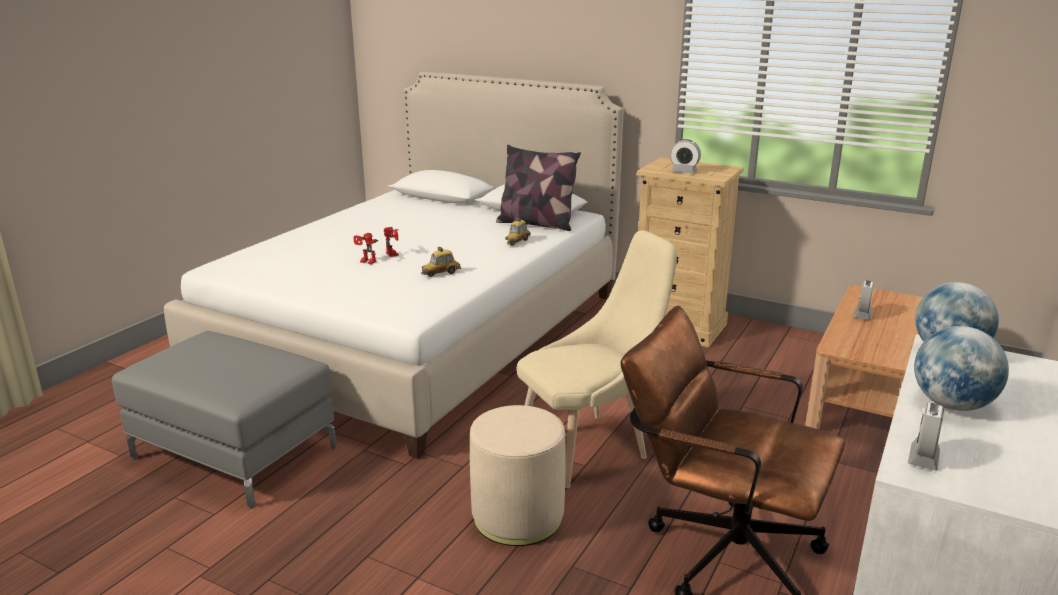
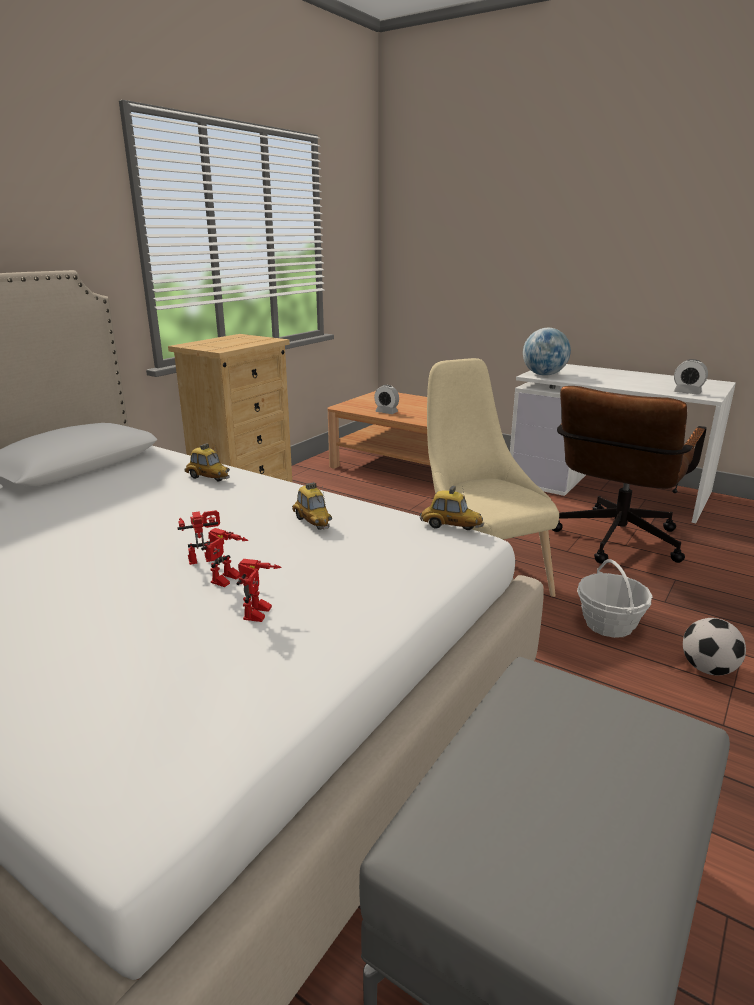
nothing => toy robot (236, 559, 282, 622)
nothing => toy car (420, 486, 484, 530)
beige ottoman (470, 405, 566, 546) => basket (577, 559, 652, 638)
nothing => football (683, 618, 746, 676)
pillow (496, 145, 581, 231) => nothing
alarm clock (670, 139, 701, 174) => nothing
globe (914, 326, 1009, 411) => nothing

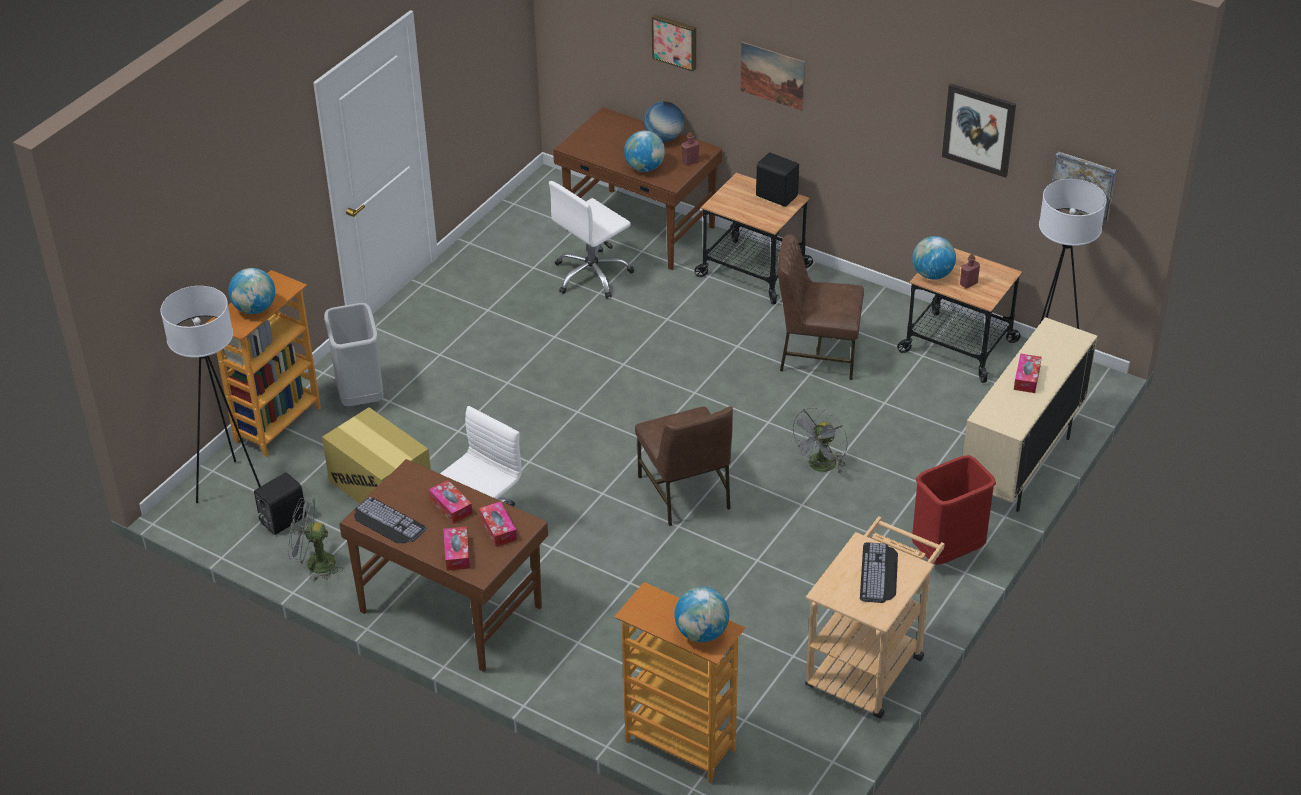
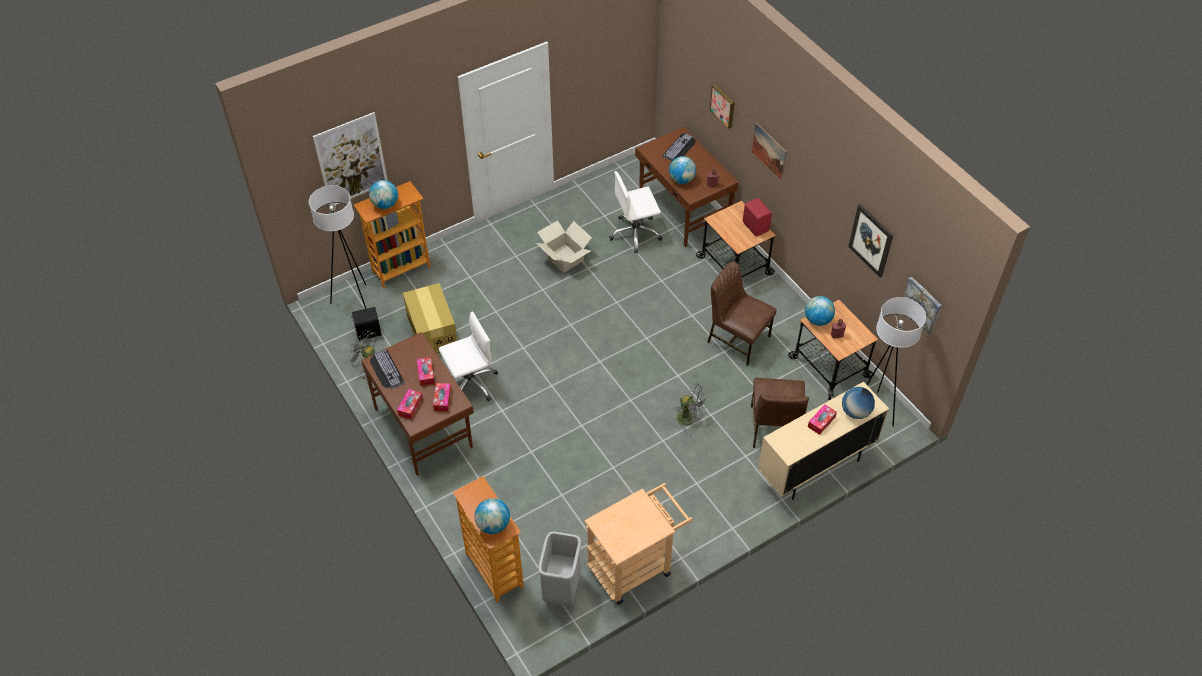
nothing => picture (313, 112, 388, 206)
nothing => cardboard box (536, 220, 592, 273)
grey trash can (324, 303, 384, 406) => grey trash can (538, 531, 581, 606), shifted
keyboard (860, 542, 898, 603) => keyboard (663, 133, 696, 161), shifted
grey fan (788, 407, 848, 473) => grey fan (674, 384, 708, 432), 120 degrees counterclockwise
black speaker (756, 153, 799, 207) => red speaker (743, 198, 772, 237)
brown chair (635, 406, 733, 526) => brown chair (751, 378, 809, 448), shifted
globe (644, 101, 684, 142) => globe (842, 387, 875, 419), shifted
red trash can (912, 455, 996, 565) => nothing

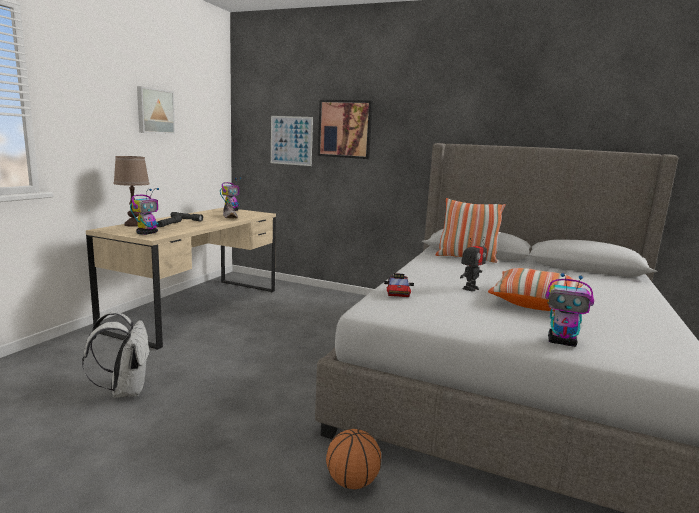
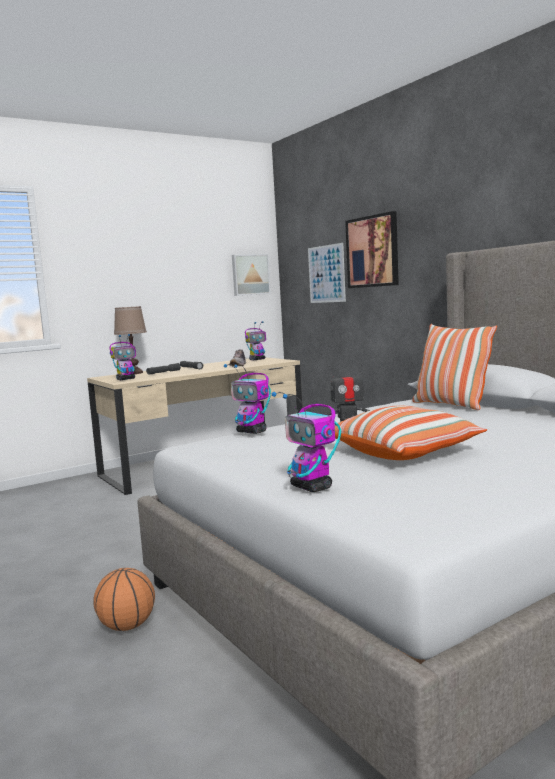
toy car (384, 273, 414, 297) => toy robot (224, 364, 271, 434)
picture (137, 86, 175, 134) => picture (232, 254, 271, 296), shifted
white backpack (82, 312, 151, 398) => nothing

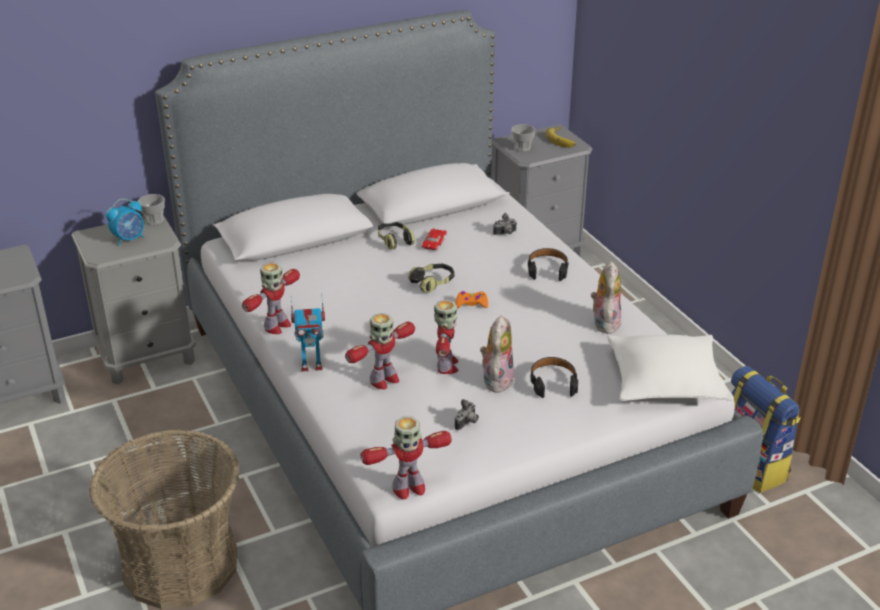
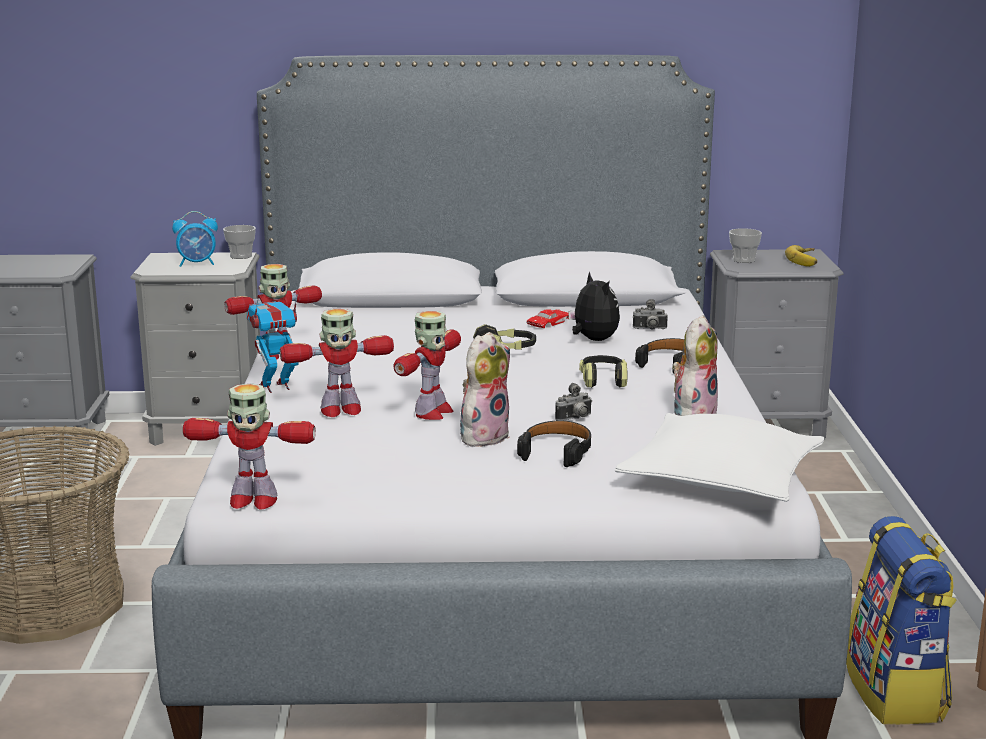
toy robot (291, 296, 325, 372) => toy robot (246, 294, 299, 393), 135 degrees clockwise
photo camera (455, 399, 478, 430) => photo camera (555, 383, 592, 421), shifted
nothing => plush toy (568, 272, 620, 341)
headphones (378, 222, 415, 250) => headphones (579, 355, 628, 388), shifted
orange game controller (456, 291, 488, 308) => nothing

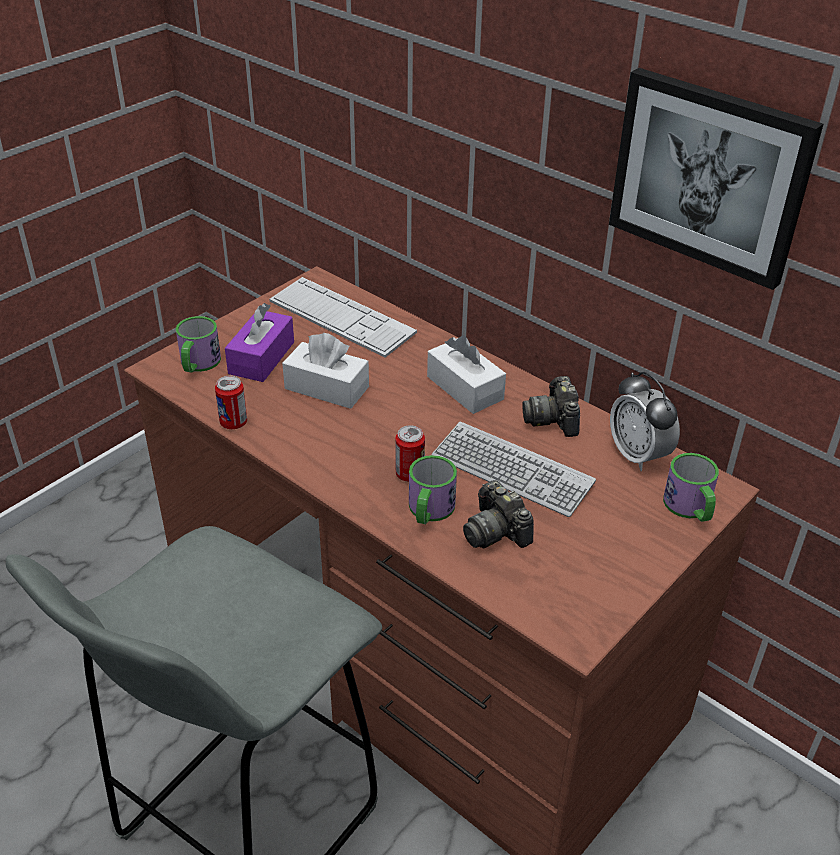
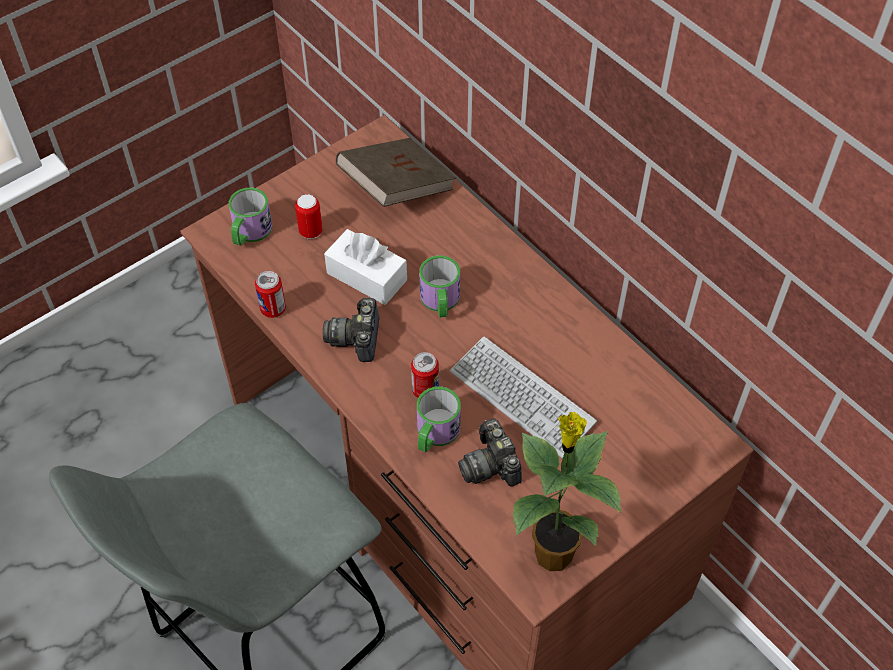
purple tissue box (225, 303, 294, 382) => can (295, 194, 323, 239)
photo camera (522, 376, 580, 437) => photo camera (323, 297, 379, 362), shifted
keyboard (269, 277, 417, 358) => brown book (336, 138, 457, 207)
mug (663, 453, 719, 522) => mug (419, 255, 460, 317), shifted
nothing => potted plant (513, 412, 622, 571)
white tissue box (427, 335, 506, 414) => nothing
picture (609, 68, 823, 290) => nothing
alarm clock (610, 372, 680, 471) => nothing

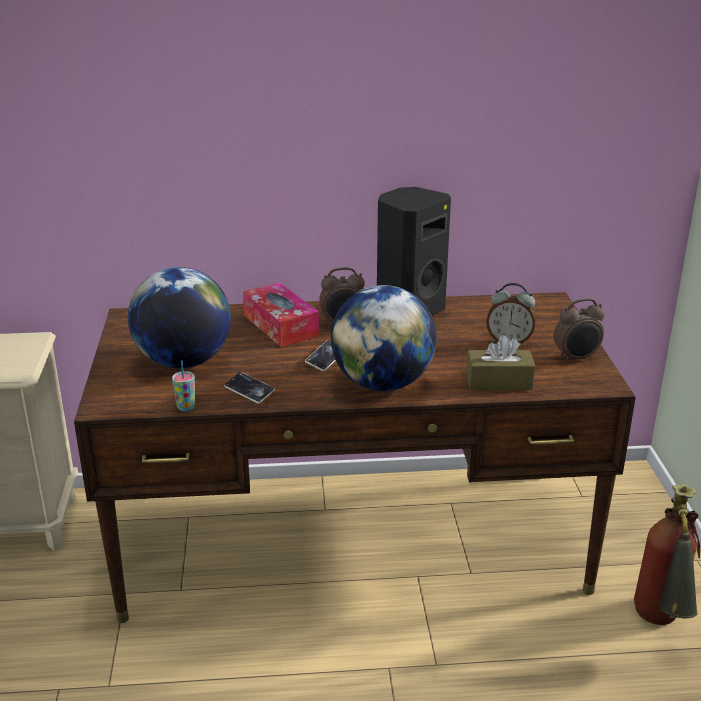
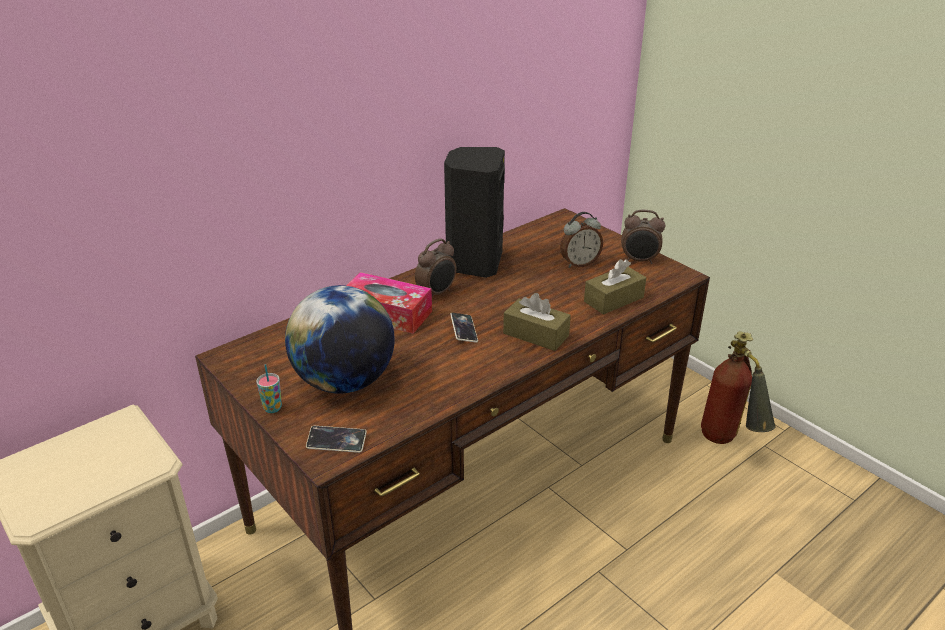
cup (172, 360, 195, 412) => cup (256, 364, 282, 413), shifted
phone (224, 372, 275, 404) => phone (306, 426, 367, 453), shifted
globe (331, 285, 437, 391) => brown tissue box (503, 293, 571, 351)
alarm clock (554, 298, 605, 363) => alarm clock (621, 210, 665, 264), 60 degrees clockwise

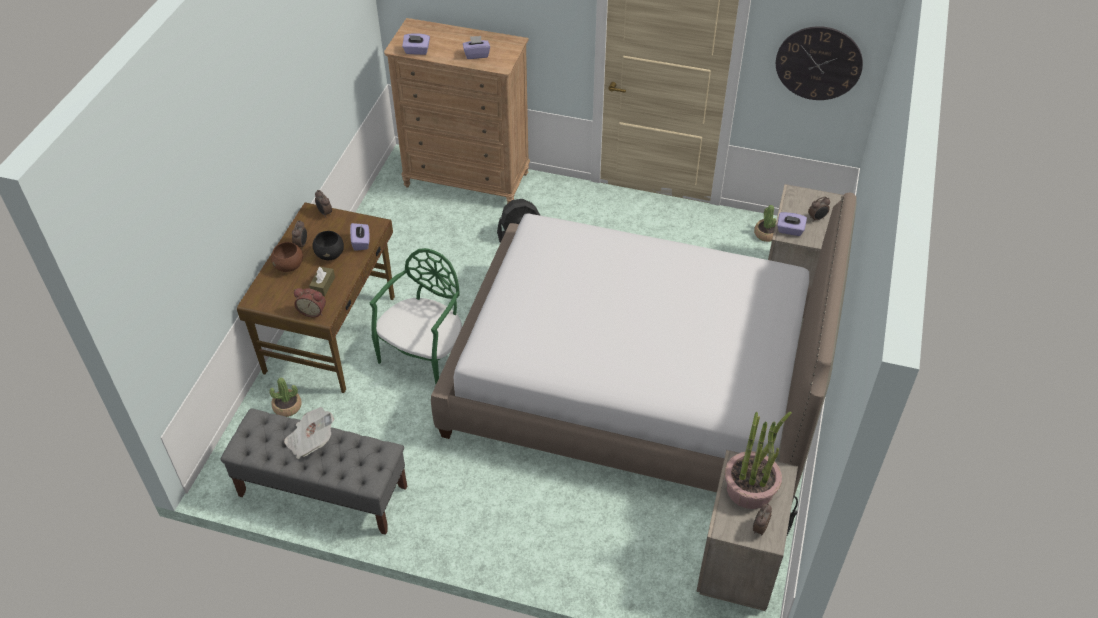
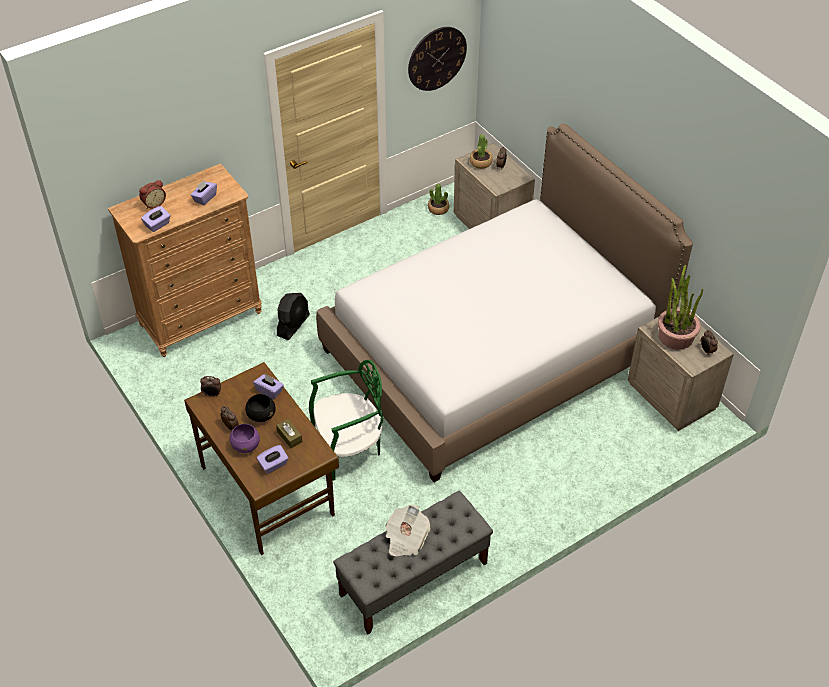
alarm clock (294, 288, 326, 317) => alarm clock (139, 180, 166, 209), shifted
brown bowl (271, 242, 303, 272) => purple bowl (229, 424, 260, 453)
purple tissue box (777, 212, 807, 236) => purple tissue box (256, 445, 289, 474), shifted
green chair (370, 248, 462, 384) => green chair (309, 360, 383, 481), 90 degrees clockwise
potted plant (270, 378, 302, 417) => potted plant (470, 134, 492, 169), shifted

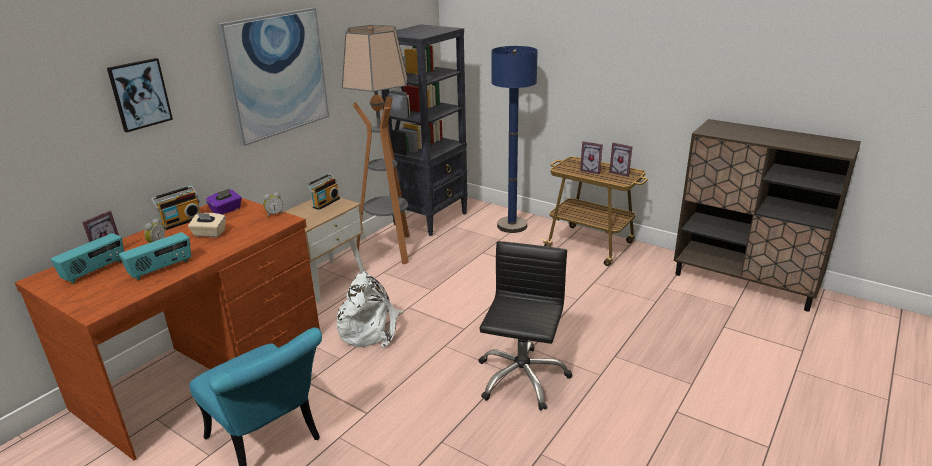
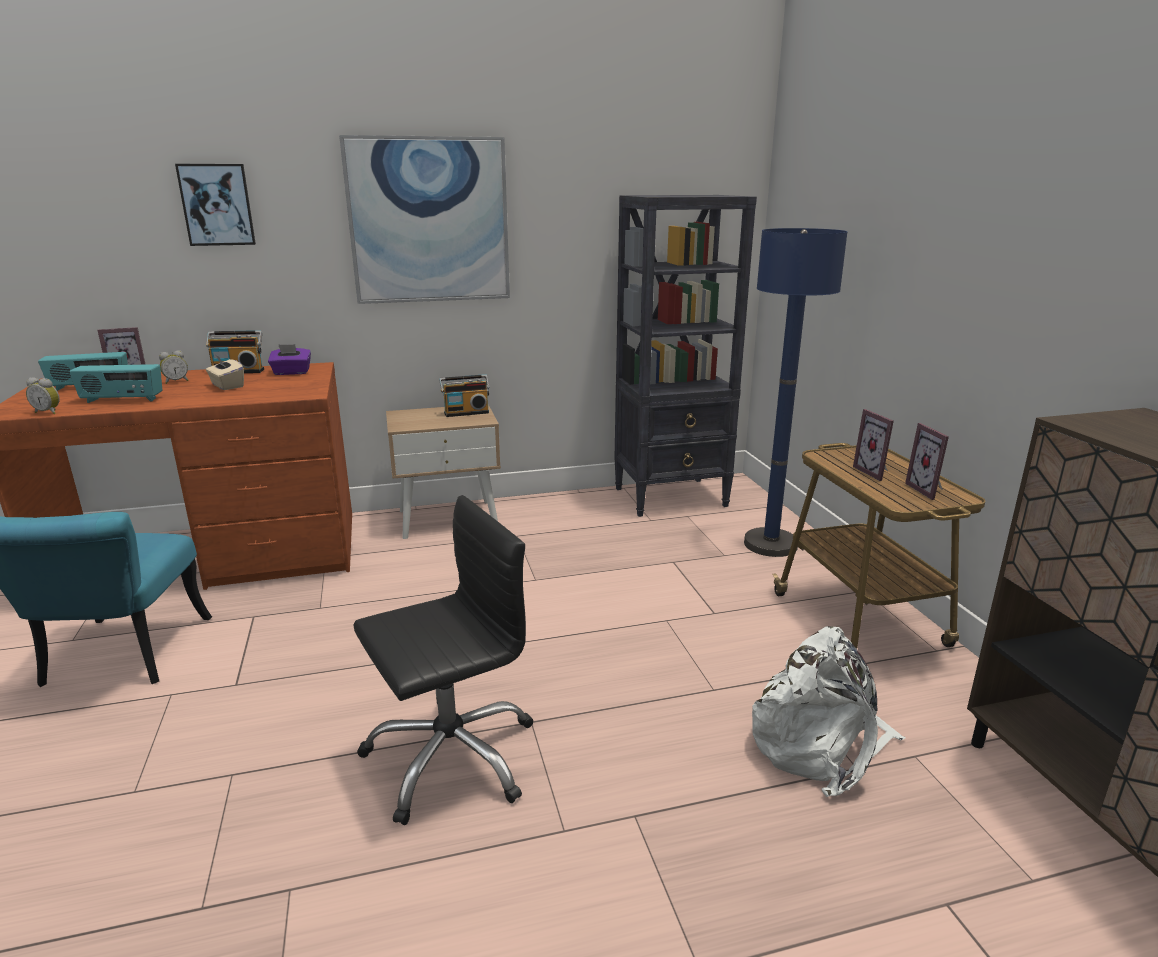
alarm clock (263, 192, 283, 217) => alarm clock (26, 378, 60, 414), shifted
white backpack (336, 271, 404, 348) => white backpack (752, 626, 905, 797), shifted
floor lamp (342, 25, 410, 265) => nothing

